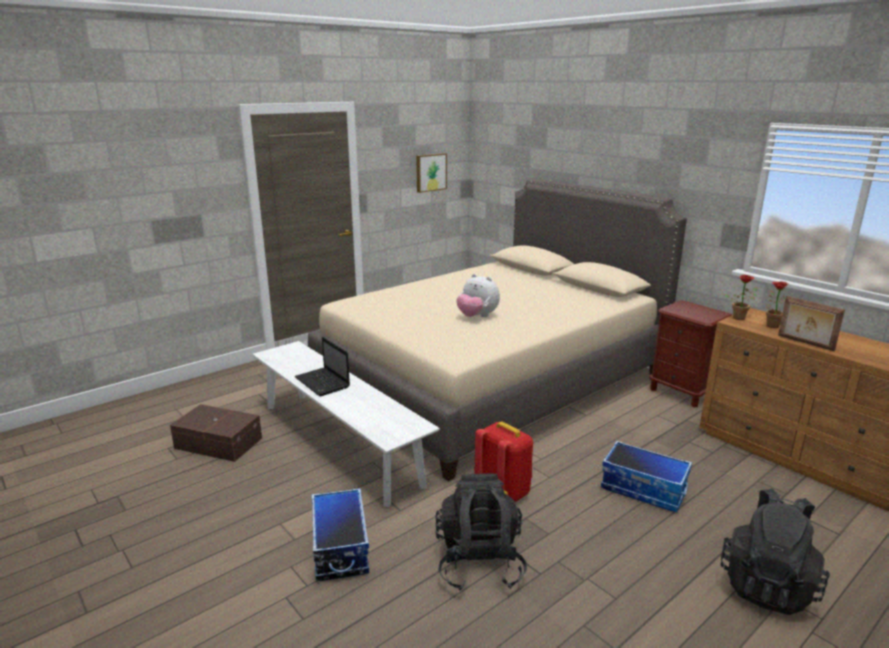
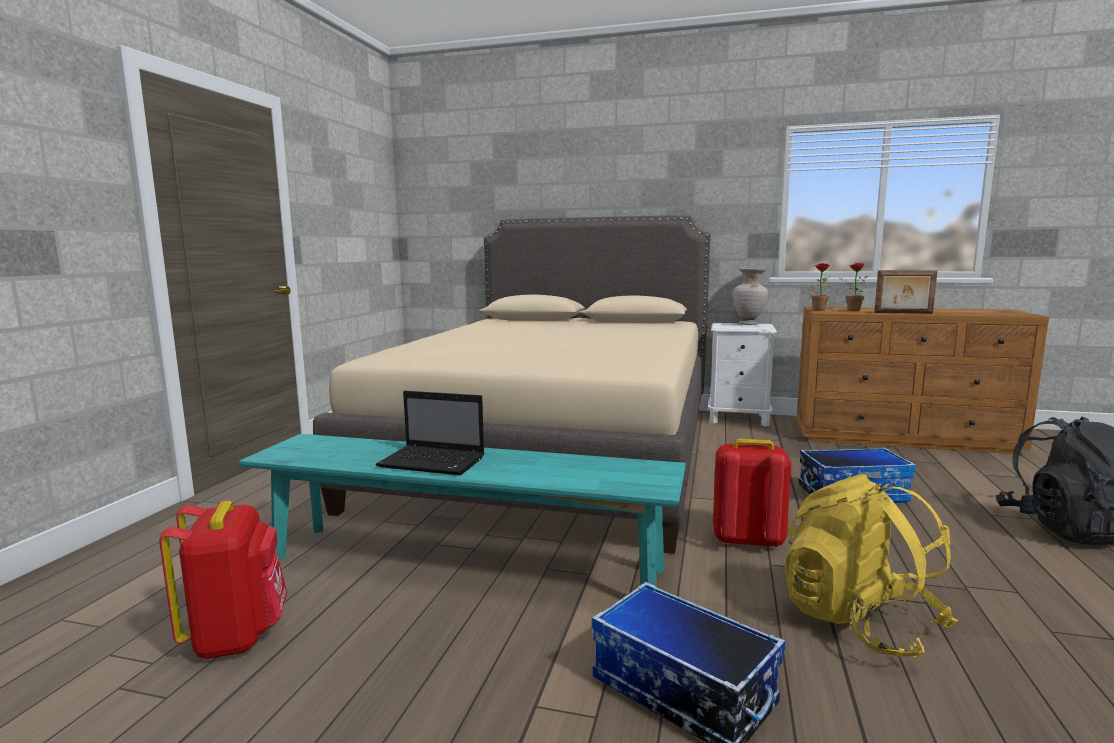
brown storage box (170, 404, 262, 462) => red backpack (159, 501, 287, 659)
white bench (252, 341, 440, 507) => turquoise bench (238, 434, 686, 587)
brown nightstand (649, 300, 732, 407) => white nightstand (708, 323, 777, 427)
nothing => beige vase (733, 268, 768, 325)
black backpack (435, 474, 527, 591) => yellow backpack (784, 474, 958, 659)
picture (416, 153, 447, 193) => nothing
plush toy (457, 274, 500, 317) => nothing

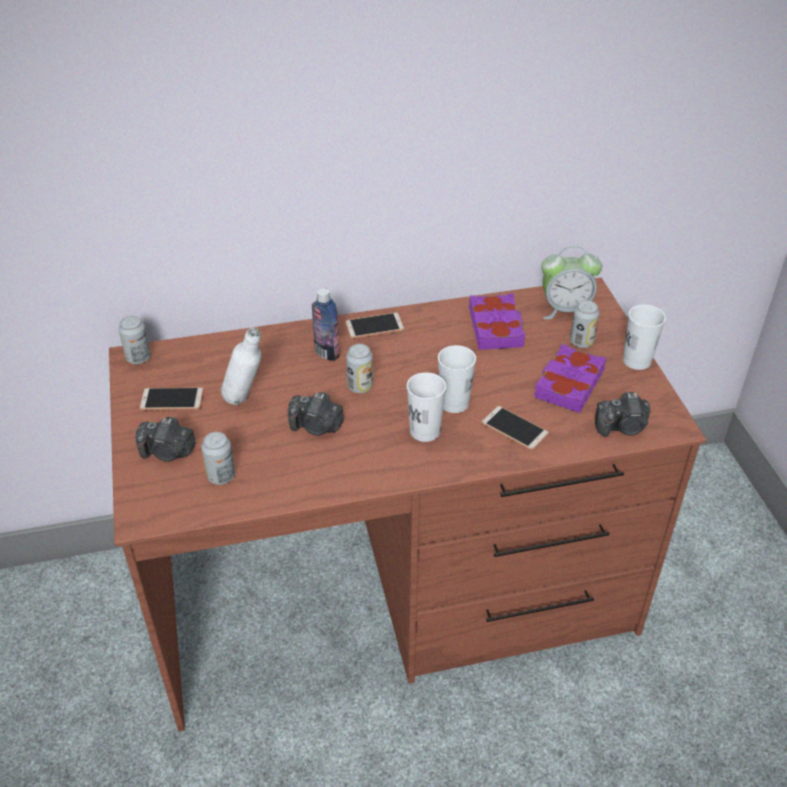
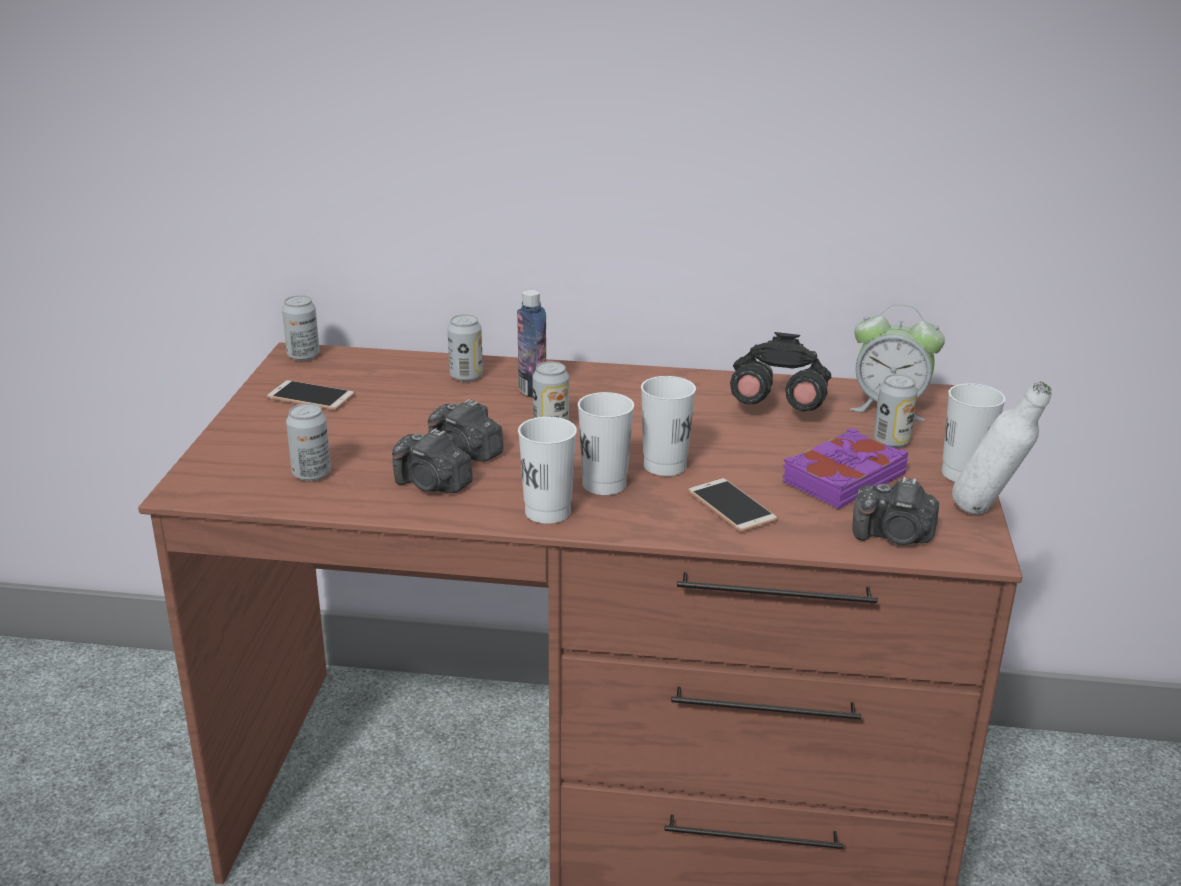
photo camera (136, 417, 196, 462) => photo camera (392, 429, 473, 493), shifted
nothing => can (448, 314, 483, 382)
nothing => white cup (518, 417, 577, 524)
purple book (469, 293, 525, 350) => black binoculars (730, 332, 831, 412)
white bottle (221, 327, 261, 405) => white bottle (952, 381, 1052, 514), shifted
phone (345, 313, 405, 339) => nothing

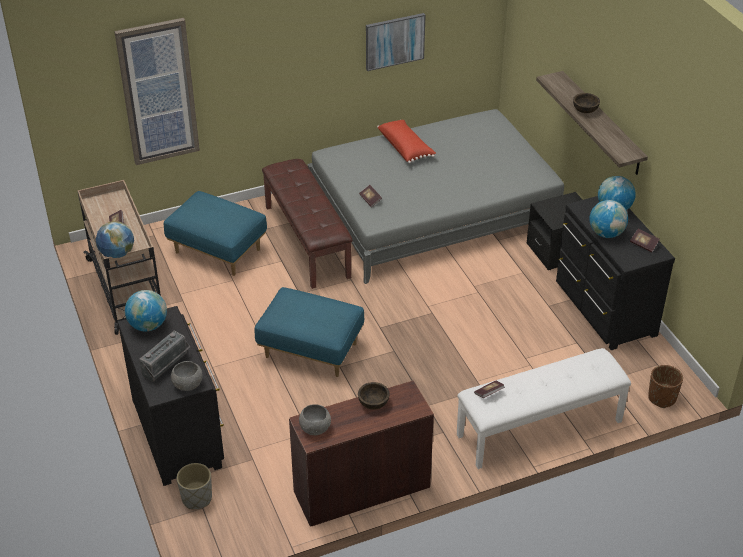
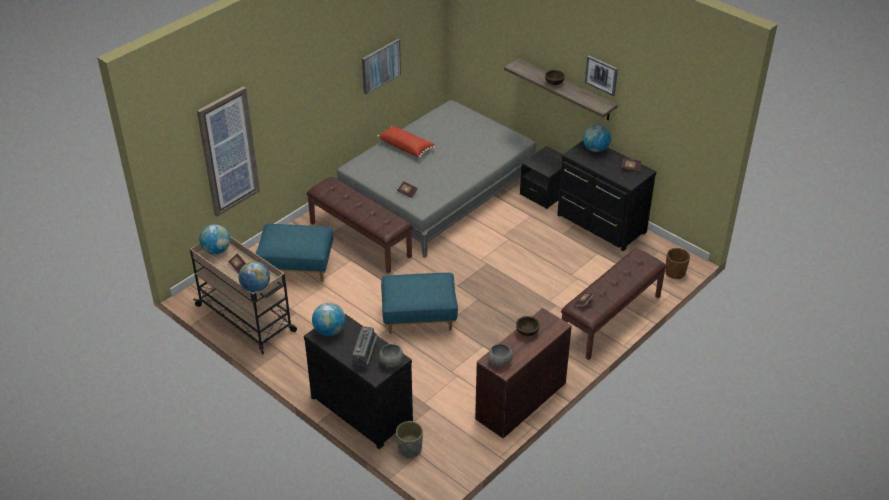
globe (589, 200, 628, 238) => globe (199, 224, 230, 255), shifted
white bench (457, 348, 631, 469) => brown bench (561, 249, 667, 360)
nothing => picture (585, 55, 618, 96)

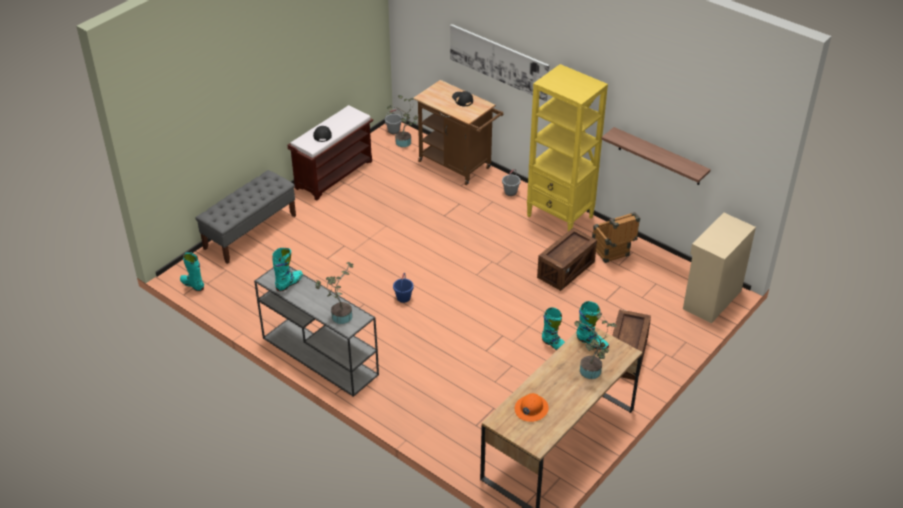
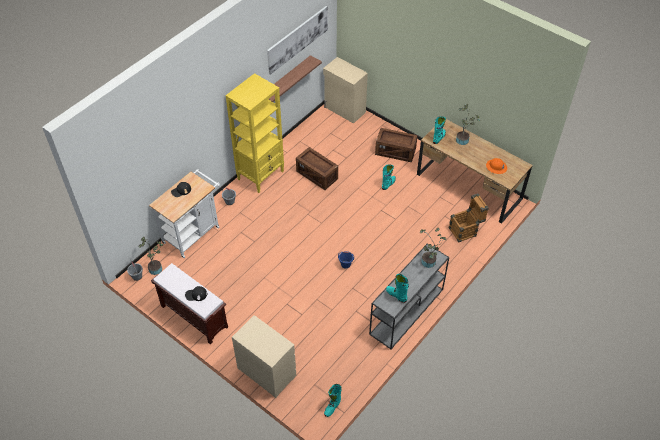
brown cart (413, 80, 503, 185) => white cart (149, 169, 220, 258)
grey bench (195, 170, 296, 264) => beige dresser (232, 315, 296, 398)
picture (450, 24, 549, 101) => picture (267, 6, 328, 75), shifted
crate (592, 212, 640, 263) => crate (449, 193, 489, 243), shifted

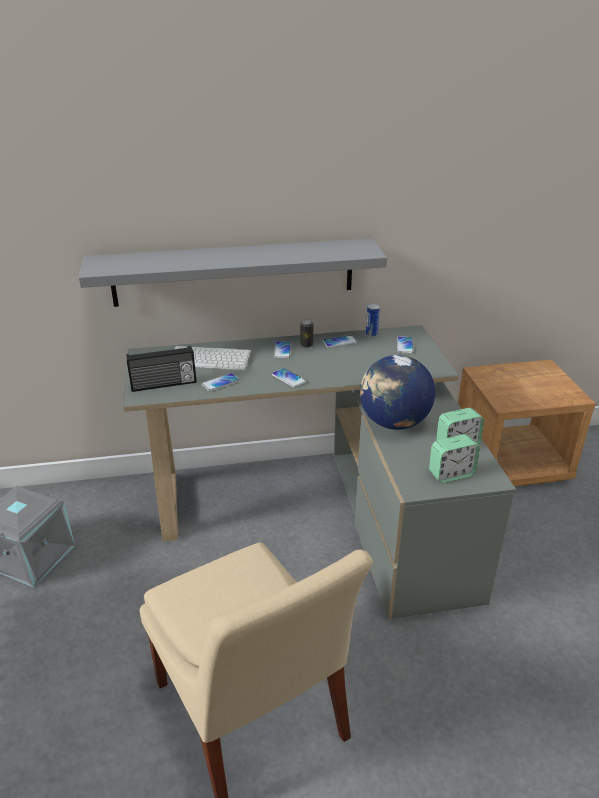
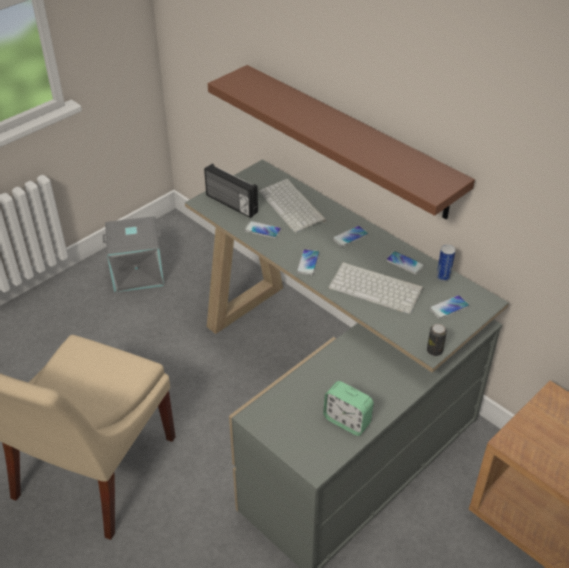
grey shelf (78, 238, 387, 307) => brown shelf (208, 65, 475, 219)
nothing => keyboard (328, 262, 423, 314)
can (300, 319, 313, 348) => can (427, 324, 447, 356), shifted
globe (360, 355, 435, 430) => nothing
alarm clock (429, 434, 480, 483) => nothing

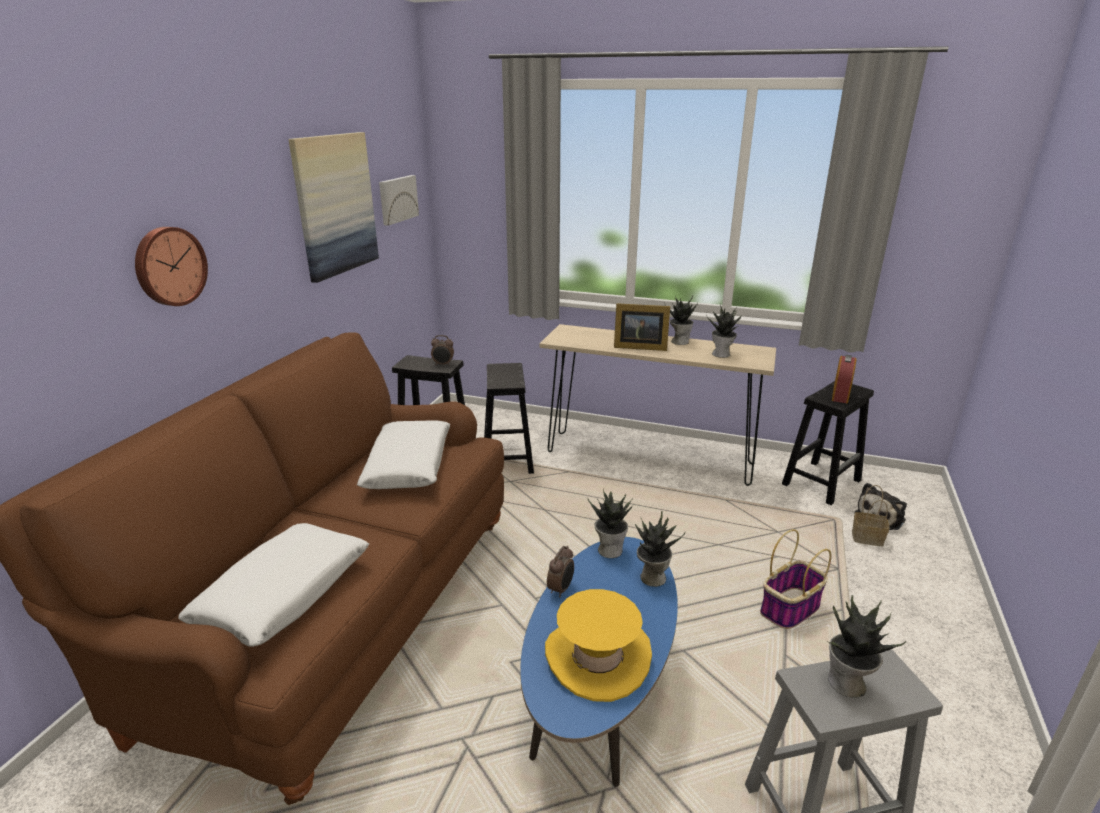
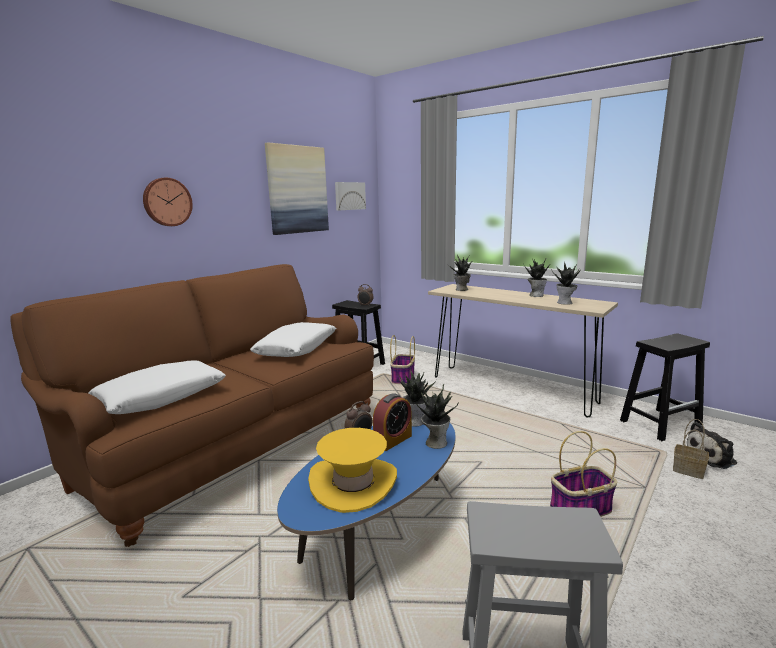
alarm clock (832, 355, 856, 403) => alarm clock (373, 393, 412, 451), shifted
black stool (484, 363, 534, 474) => basket (390, 335, 415, 384)
potted plant (827, 595, 907, 698) => potted plant (448, 255, 473, 291), shifted
picture frame (614, 303, 670, 351) => nothing

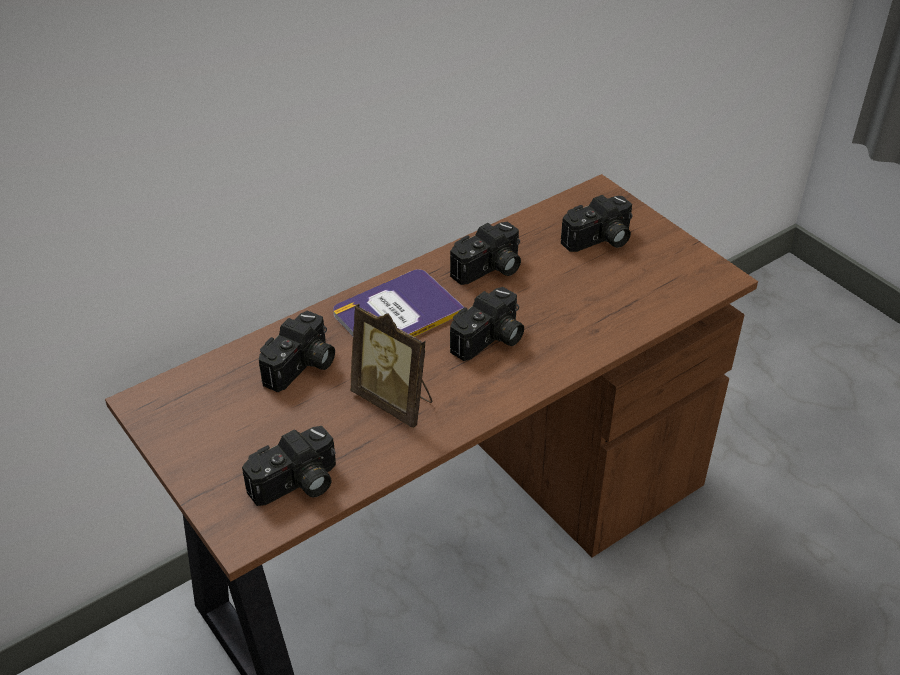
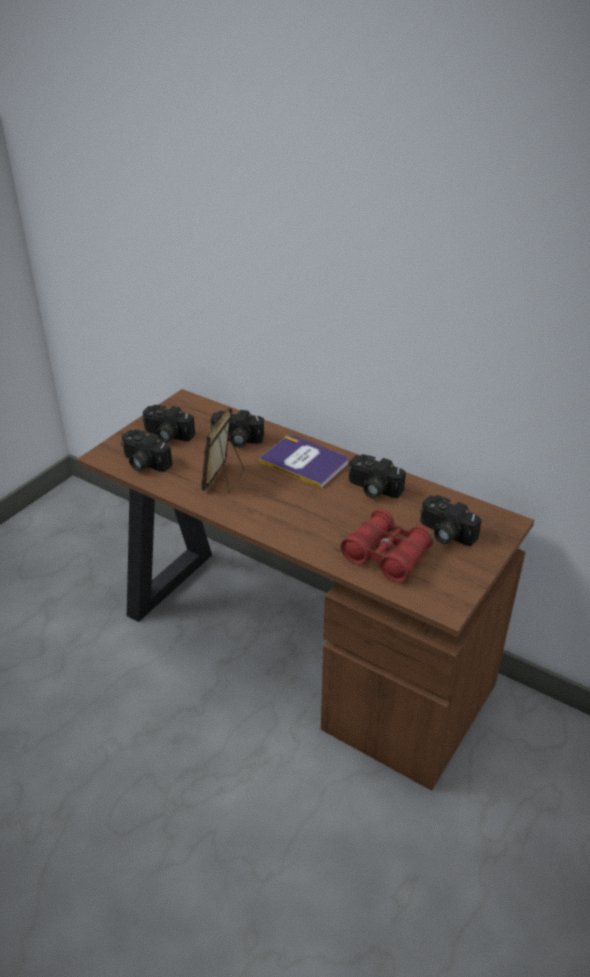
photo camera (450, 287, 524, 361) => photo camera (142, 405, 195, 443), shifted
nothing => red binoculars (340, 509, 434, 583)

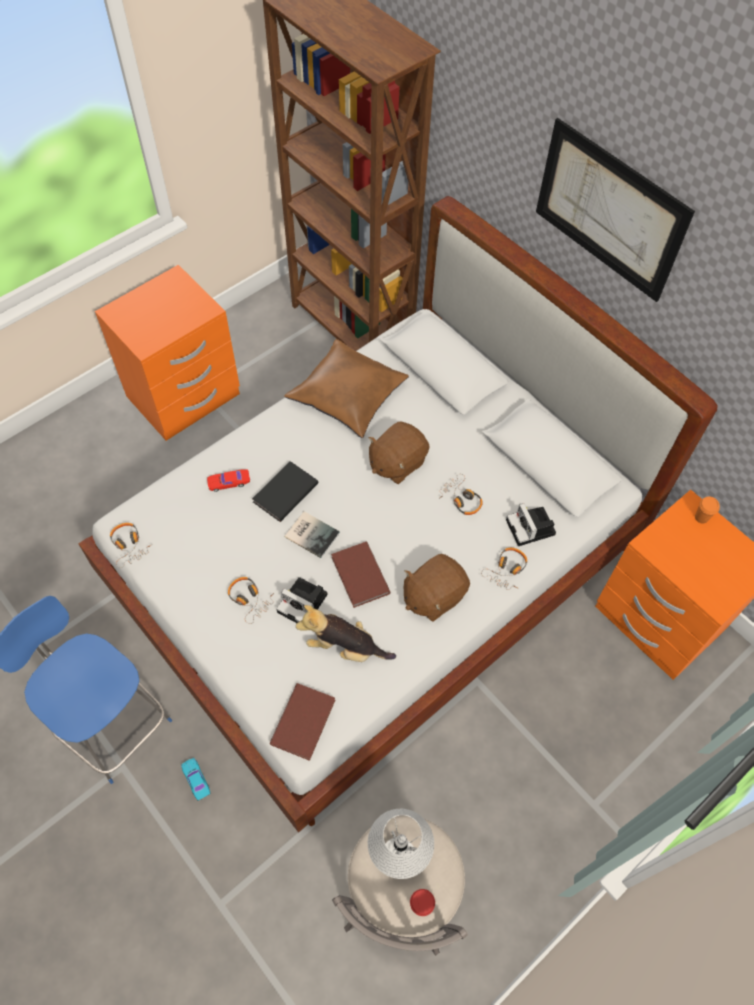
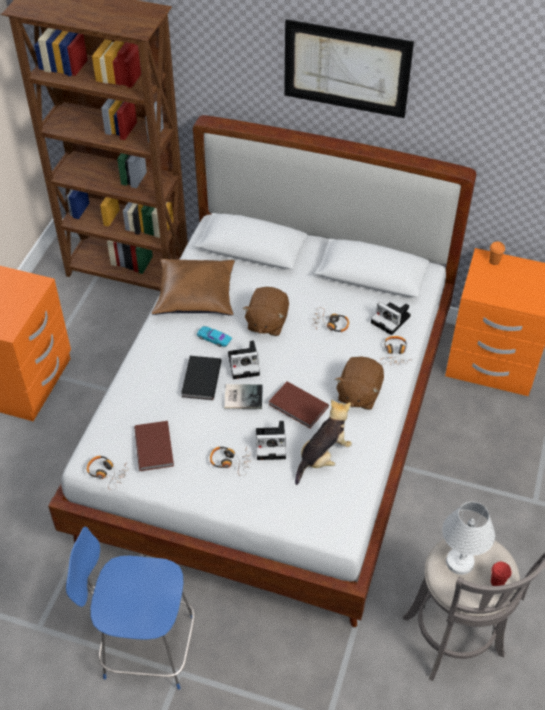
brown book (269, 683, 335, 761) => brown book (134, 421, 174, 471), shifted
turquoise toy car (181, 758, 210, 801) => turquoise toy car (197, 326, 232, 347), shifted
nothing => photo camera (228, 340, 260, 379)
plush toy (296, 605, 396, 662) => plush toy (295, 400, 352, 485), 150 degrees clockwise
red toy car (207, 470, 250, 492) => nothing

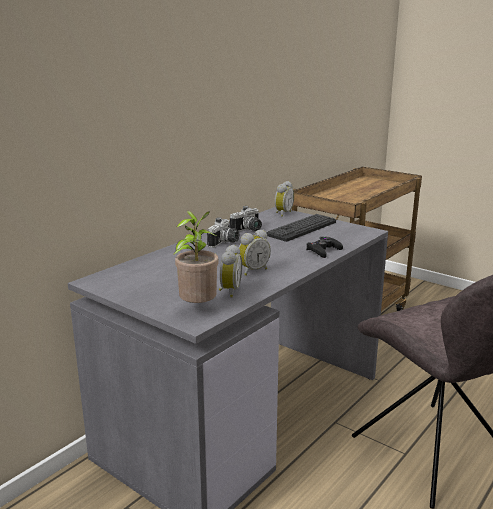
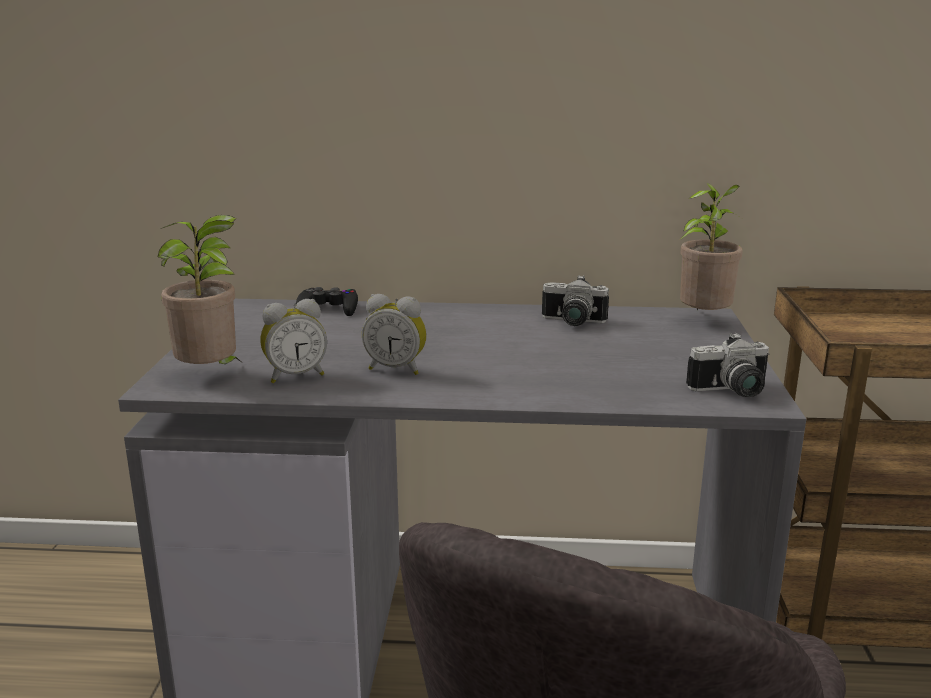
black game controller (306, 237, 343, 258) => black game controller (296, 287, 358, 316), shifted
alarm clock (275, 181, 294, 217) => potted plant (680, 183, 743, 310)
photo camera (207, 217, 239, 248) => photo camera (686, 333, 769, 397), shifted
keyboard (266, 214, 336, 242) => nothing

